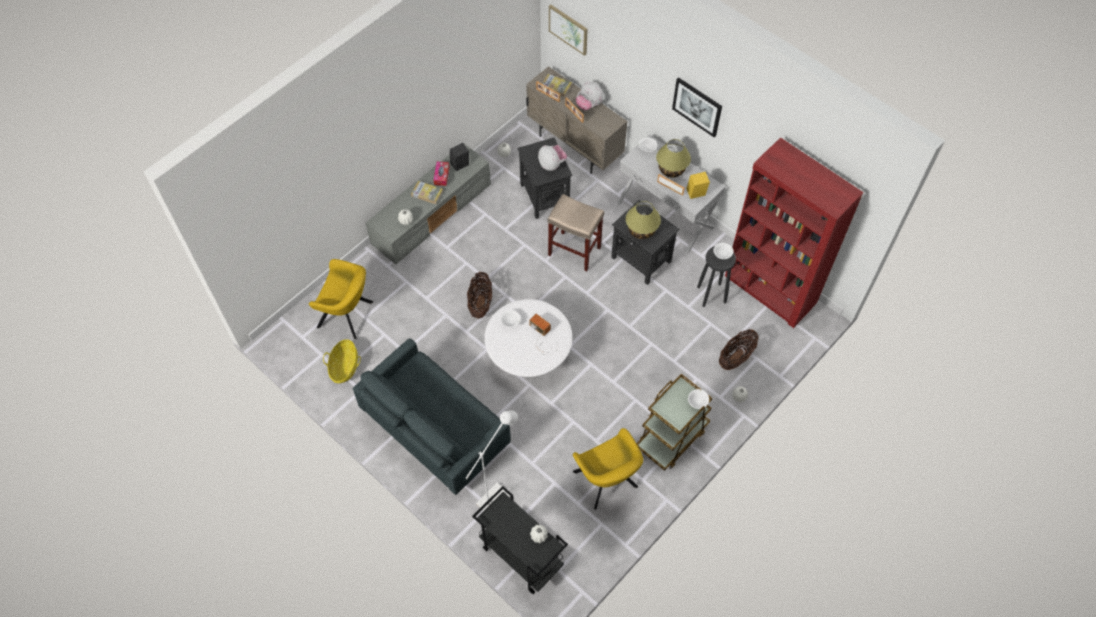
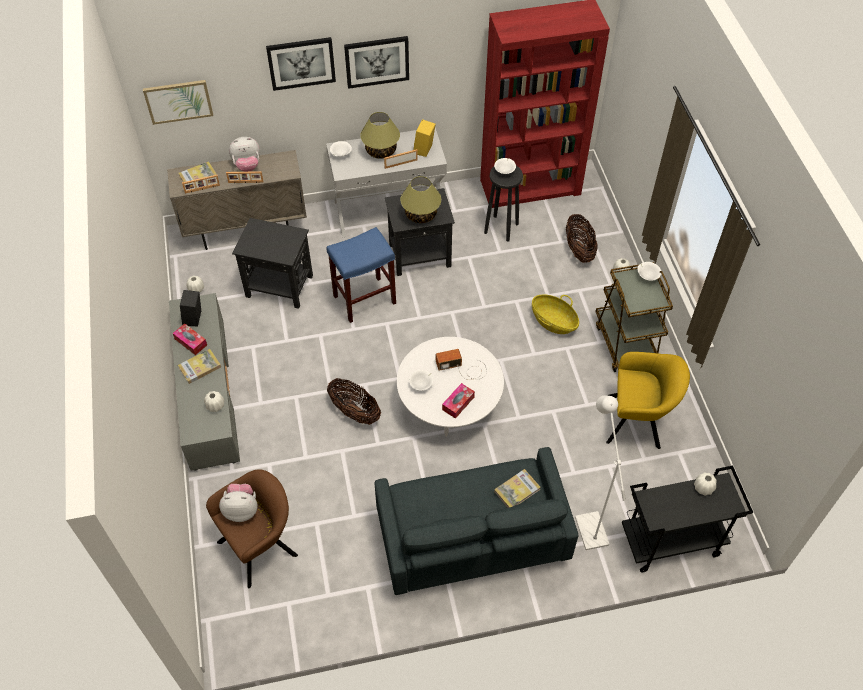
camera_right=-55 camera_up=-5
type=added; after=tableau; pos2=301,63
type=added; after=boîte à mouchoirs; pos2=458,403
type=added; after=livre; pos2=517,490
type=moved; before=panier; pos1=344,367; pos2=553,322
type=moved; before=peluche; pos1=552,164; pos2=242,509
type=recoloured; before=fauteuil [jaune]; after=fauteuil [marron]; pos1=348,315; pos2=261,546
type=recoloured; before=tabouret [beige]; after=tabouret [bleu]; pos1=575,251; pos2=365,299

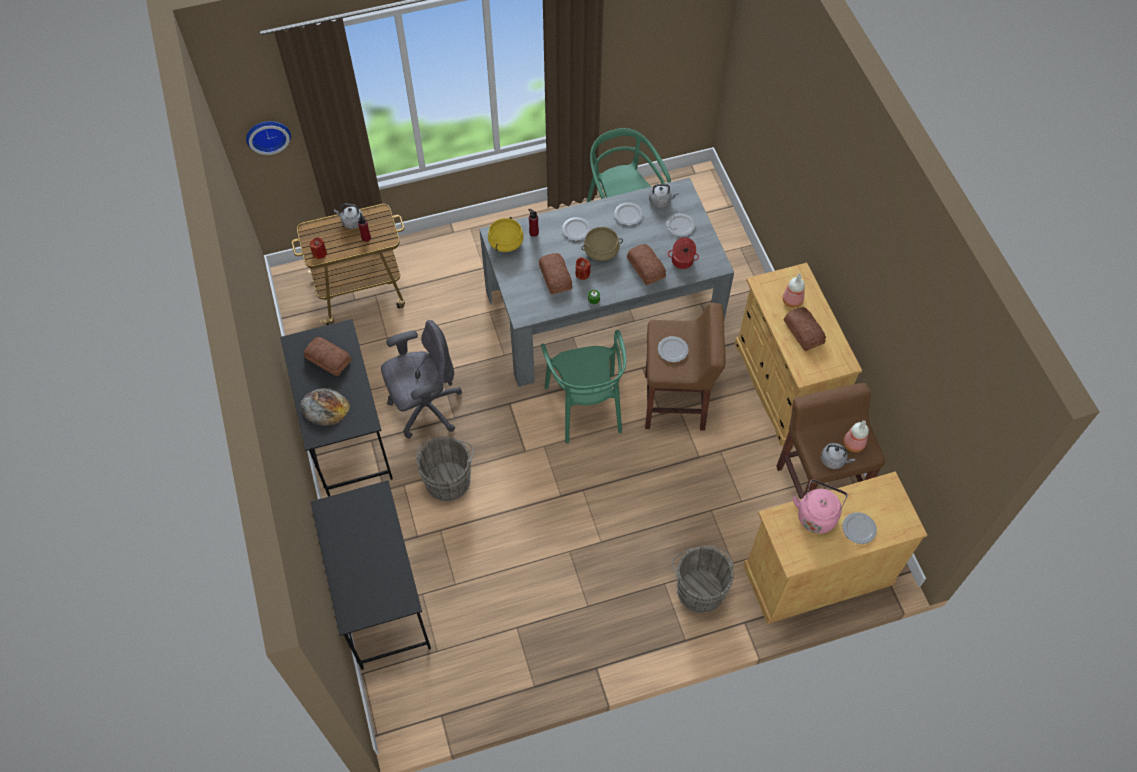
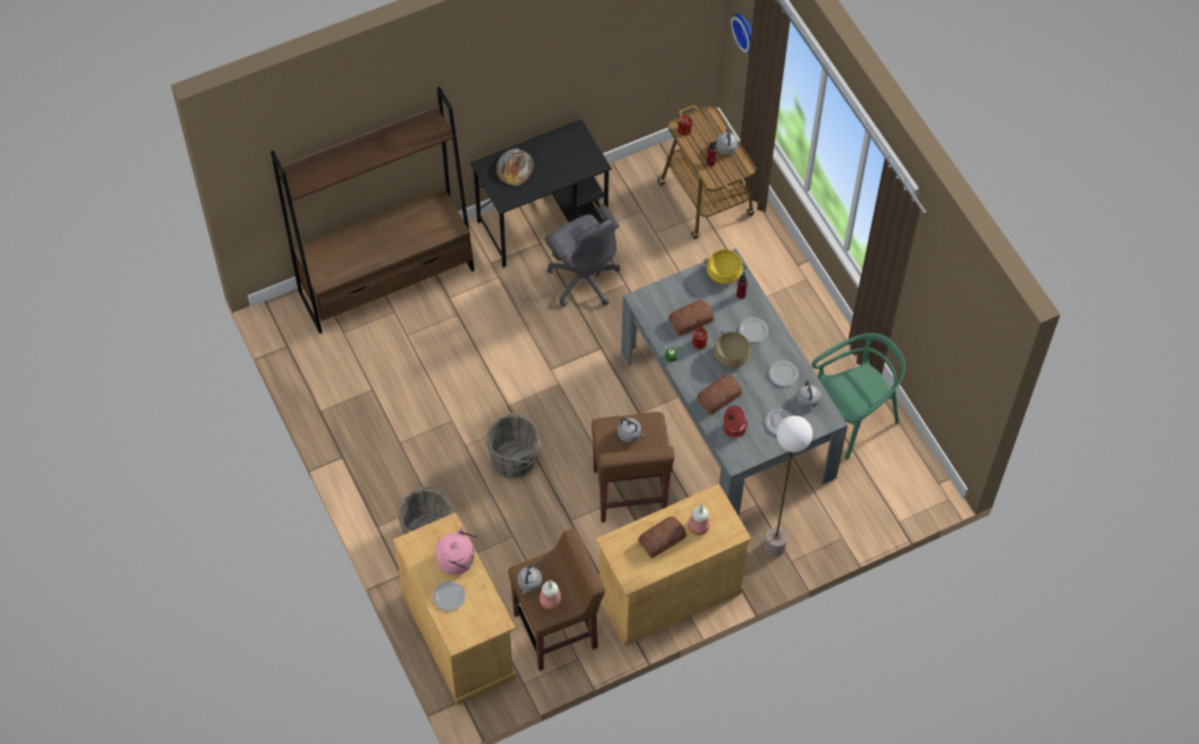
camera_right=80 camera_up=0
type=removed; before=pain; pos1=328,360
type=removed; before=chaise [vert]; pos1=586,407
type=added; after=lampadaire; pos2=774,546
type=moved; before=seau [gris]; pos1=448,479; pos2=516,460
type=replaced; before=bureau [noir]; after=bibliothèque [marron]; pos1=381,596; pos2=387,281
type=replaced; before=assiette; after=bouilloire [gris]; pos1=672,349; pos2=630,434

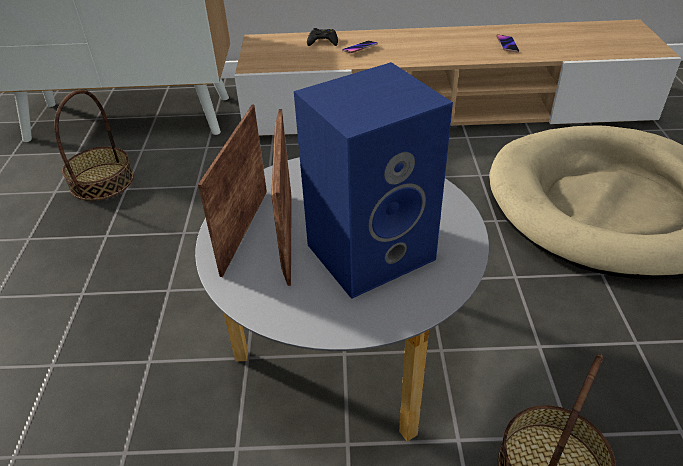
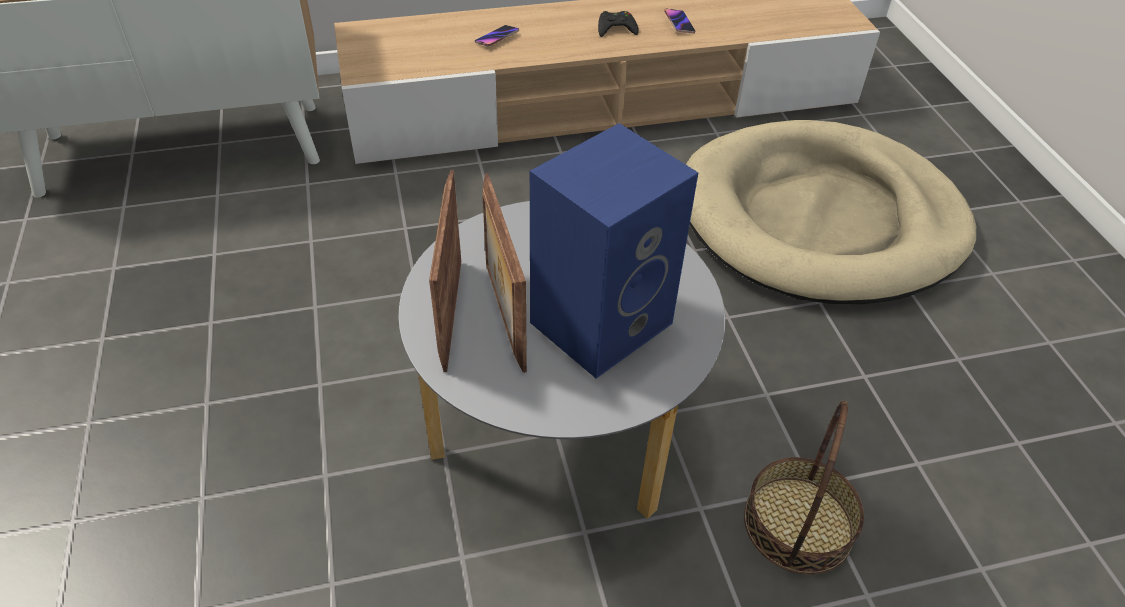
camera_right=-15 camera_up=5
type=removed; before=panier; pos1=101,181
type=moved; before=manette [noir]; pos1=323,41; pos2=616,29

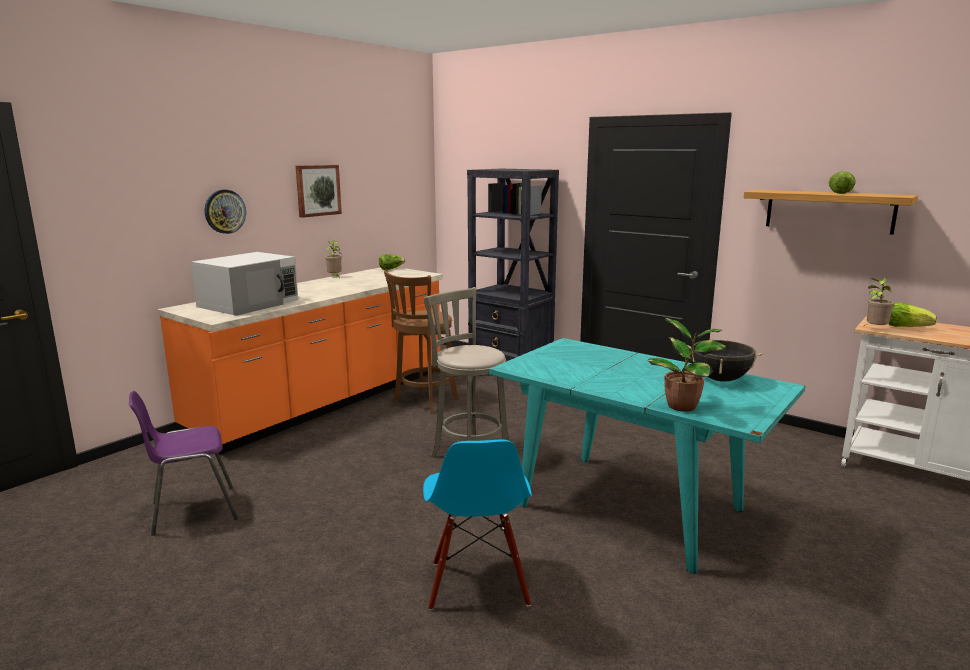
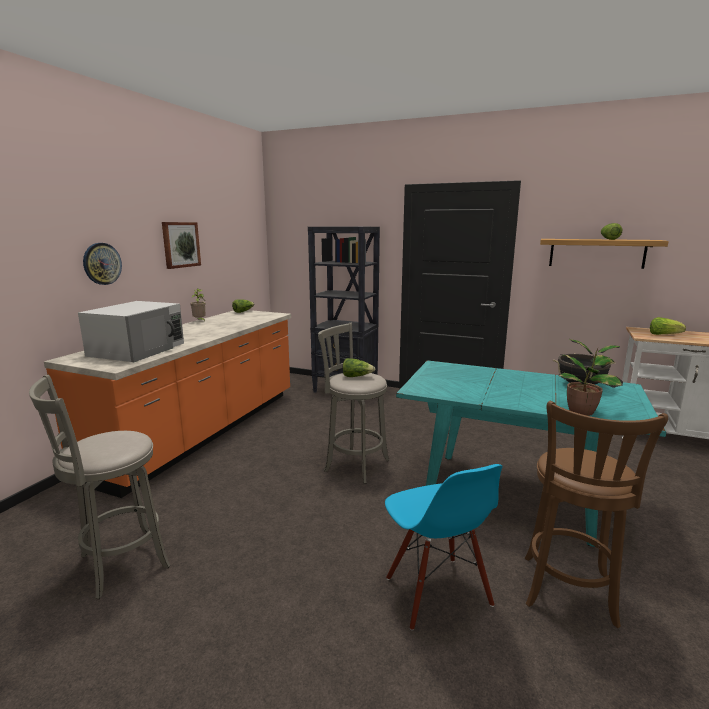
camera_right=-15 camera_up=0
type=removed; before=plante en pot; pos1=875,330
type=added; after=laitue; pos2=356,376
type=moved; before=tabouret [marron]; pos1=423,402; pos2=568,594
type=replaced; before=chaise [violet]; after=tabouret [gris]; pos1=191,511; pos2=119,563

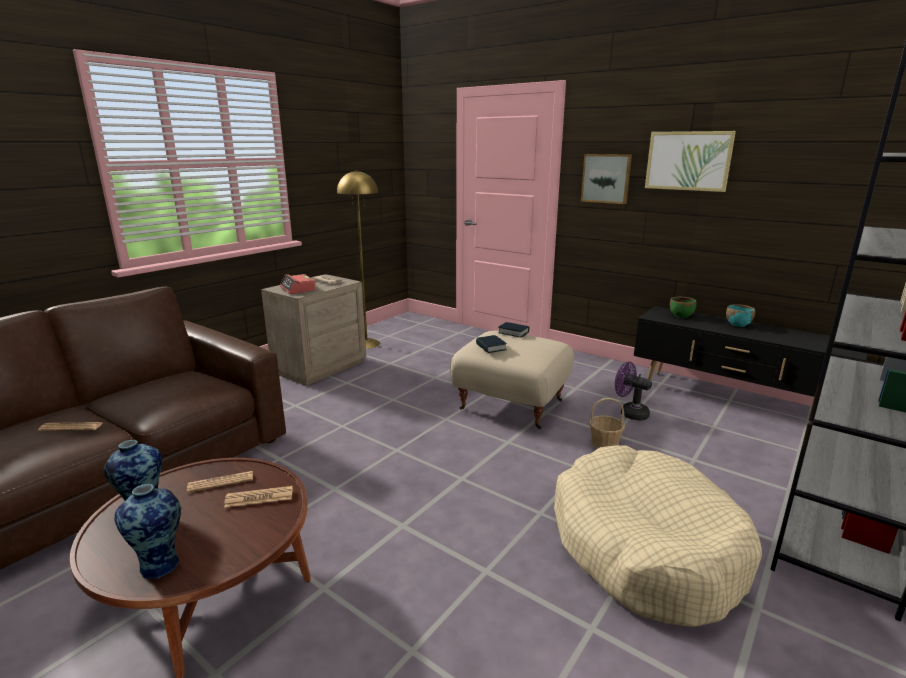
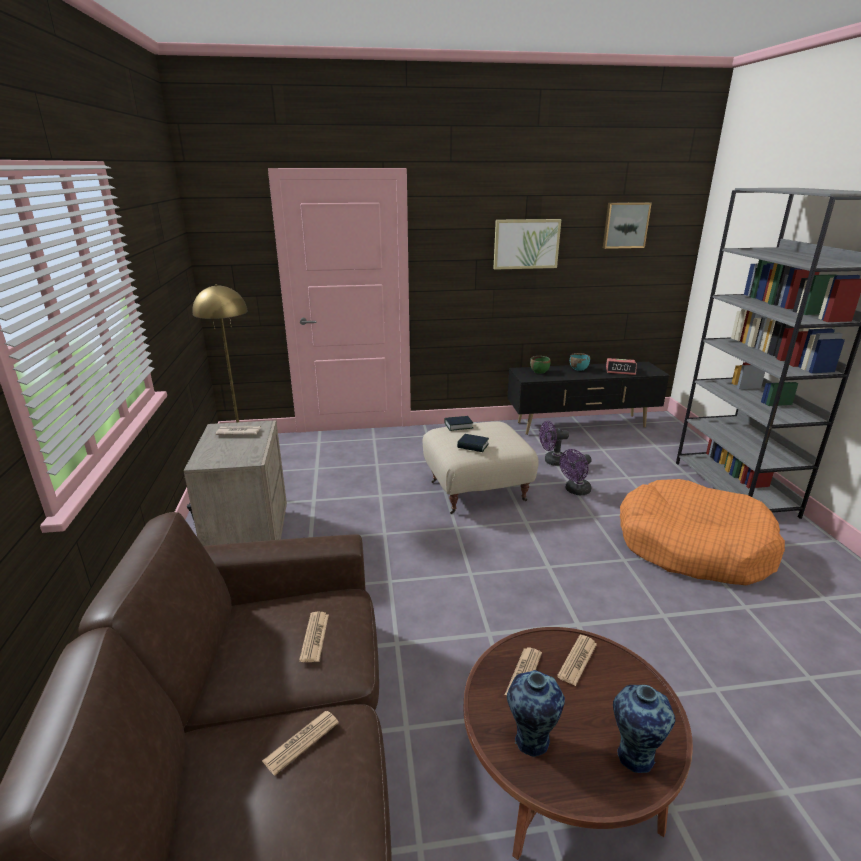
camera_right=-45 camera_up=5
type=added; after=journal; pos2=314,637
type=moved; before=réveil; pos1=298,289; pos2=620,371
type=moved; before=tableau; pos1=606,178; pos2=625,225
type=replaced; before=panier; after=ventilateur [violet]; pos1=605,443; pos2=575,491
type=recoloured; before=panier pour chien [beige]; after=panier pour chien [orange]; pos1=644,547; pos2=692,546

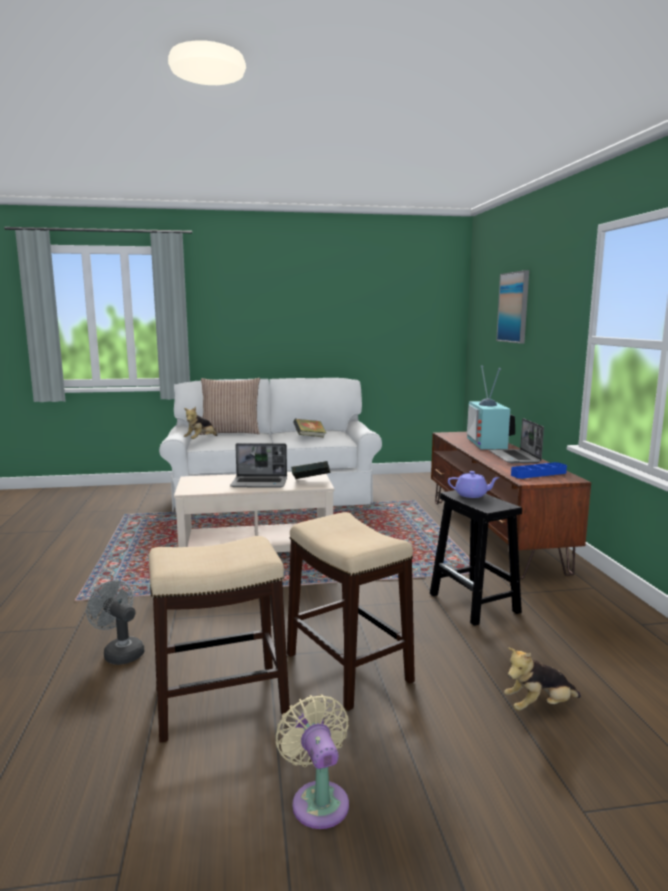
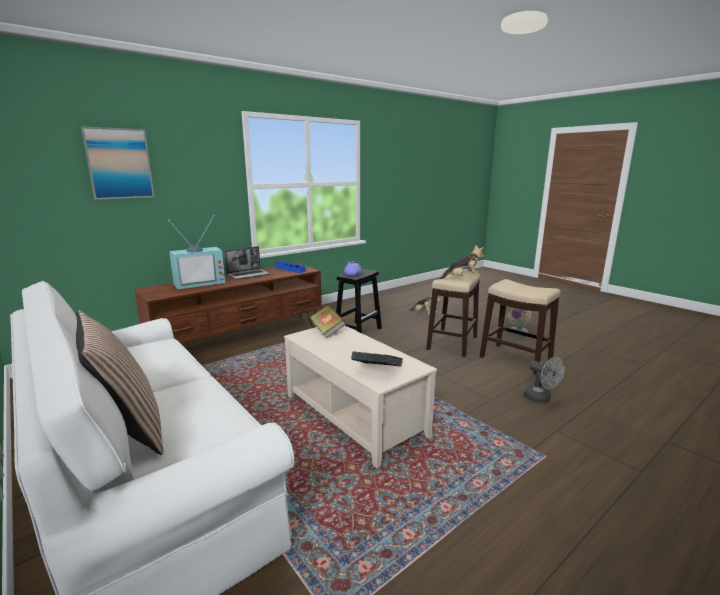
camera_right=-120 camera_up=5
type=removed; before=ordinateur portable; pos1=260,483
type=moved; before=peluche; pos1=201,440; pos2=462,279
type=moved; before=livre; pos1=310,437; pos2=377,371
type=turned; before=ventilateur [gris]; pos1=120,652; pos2=541,398; turn=-45

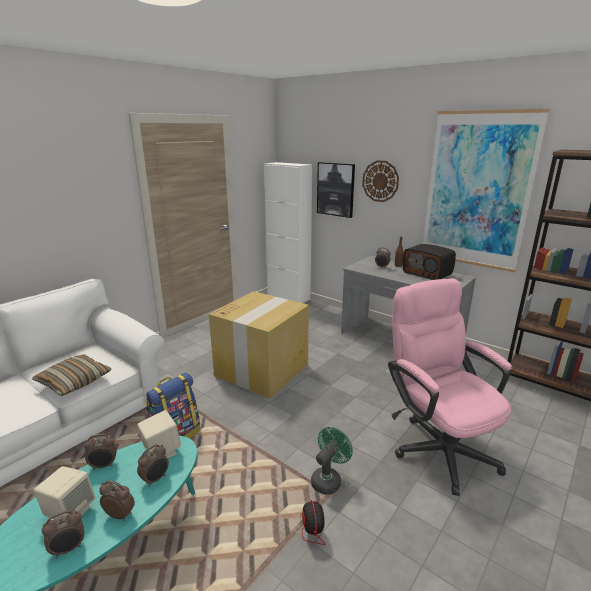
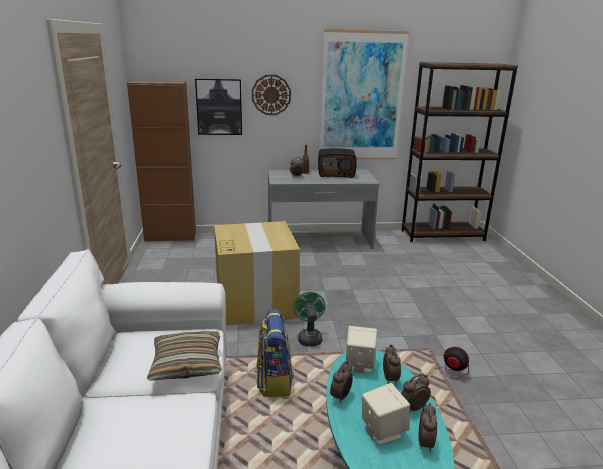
camera_right=-45 camera_up=0
type=removed; before=chaise de bureau [rose]; pos1=438,445
type=moved; before=ventilateur [vert]; pos1=328,479; pos2=309,337
type=recoloured; before=meuble de rangement [blanc]; after=meuble de rangement [marron]; pos1=288,297; pos2=170,237

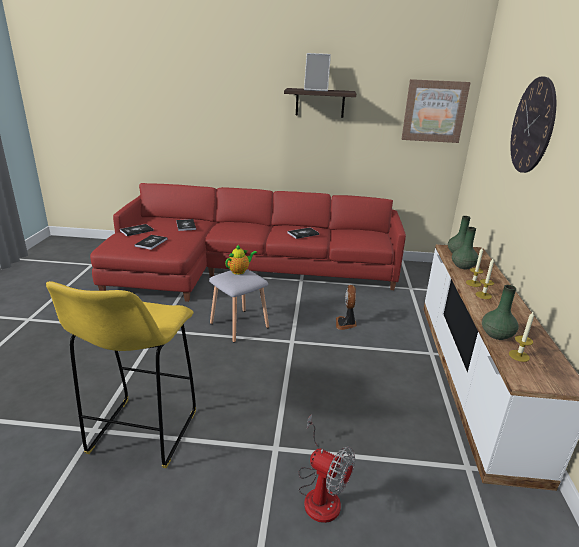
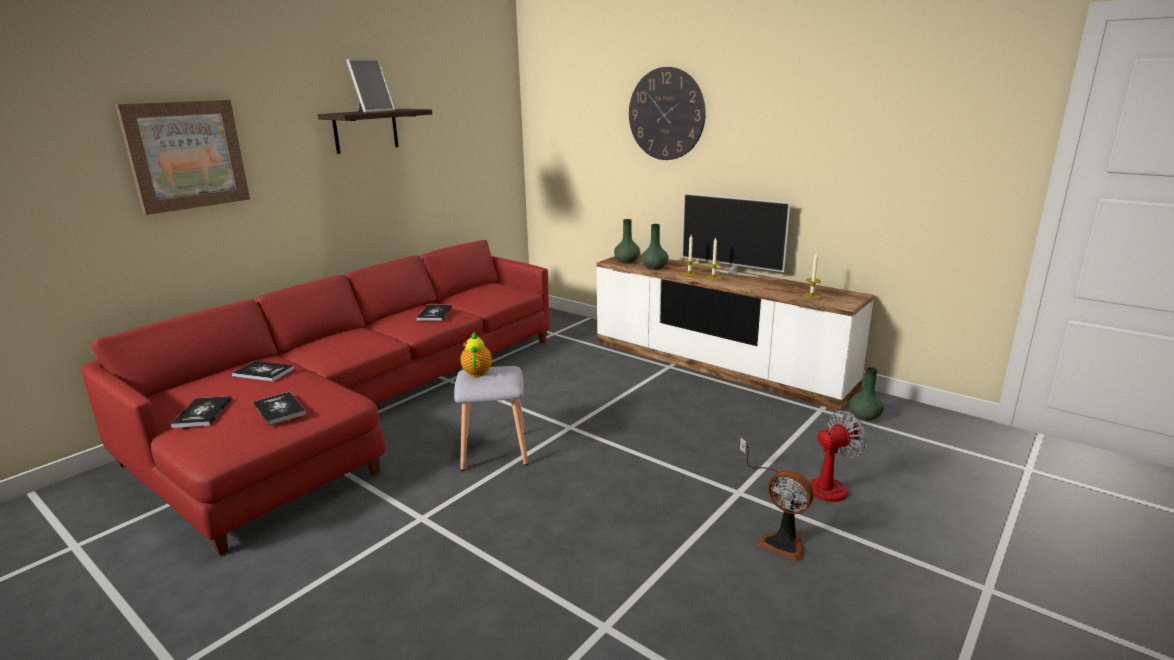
camera_right=-55 camera_up=-5
type=removed; before=tabouret [jaune]; pos1=142,434
type=added; after=téléviseur; pos2=732,272
type=moved; before=ventilateur; pos1=346,324; pos2=784,543
type=moved; before=tableau; pos1=434,111; pos2=186,155
type=moved; before=vase [vert]; pos1=496,334; pos2=864,416

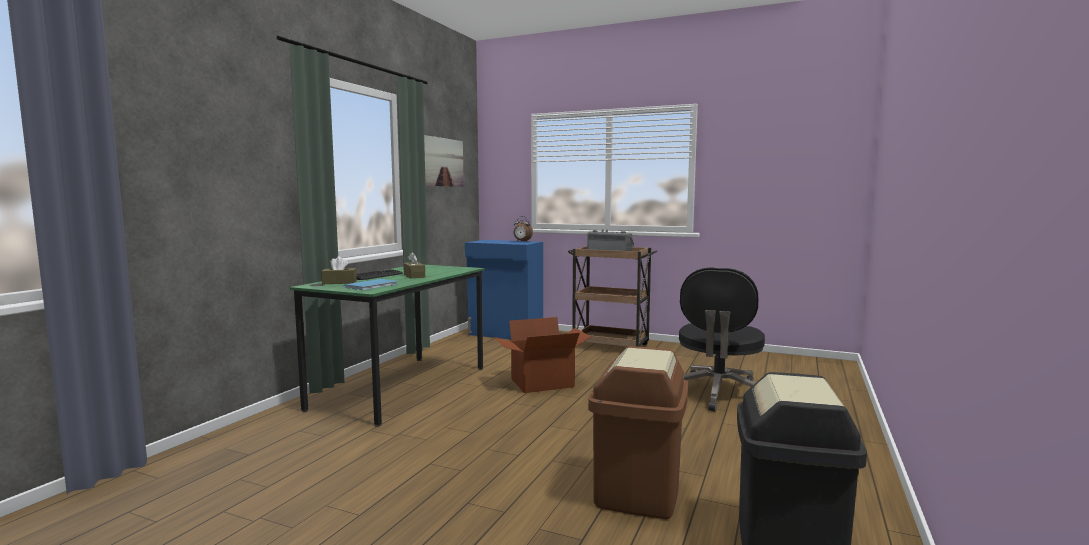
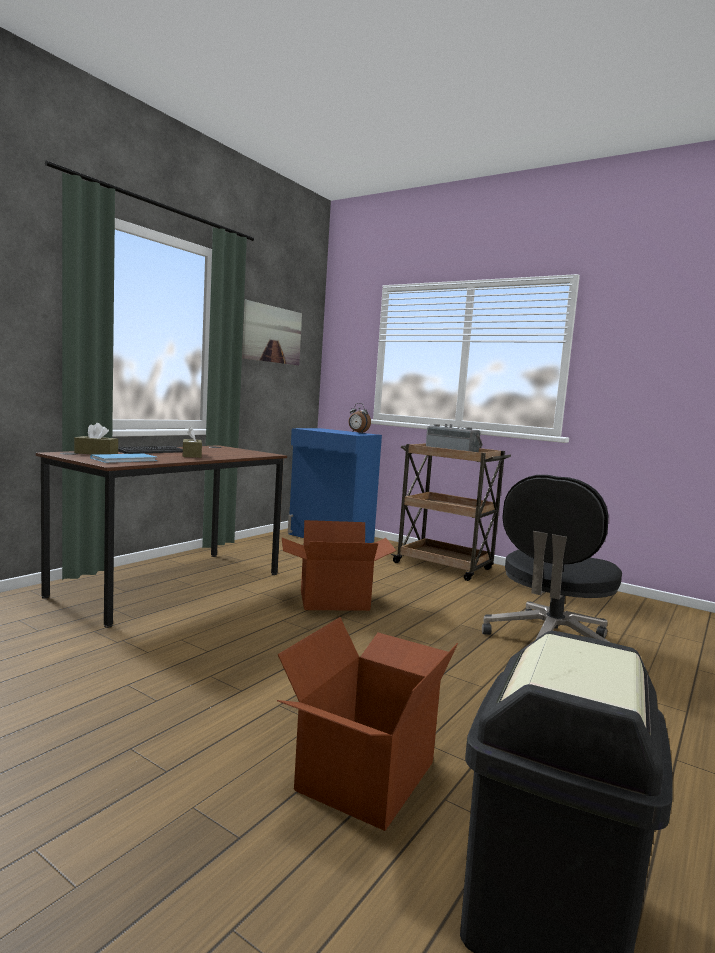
camera_right=10 camera_up=0
type=replaced; before=poubelle [marron]; after=carton; pos1=638,493; pos2=364,774
type=recoloured; before=bureau [vert]; after=bureau [marron]; pos1=402,387; pos2=171,584

